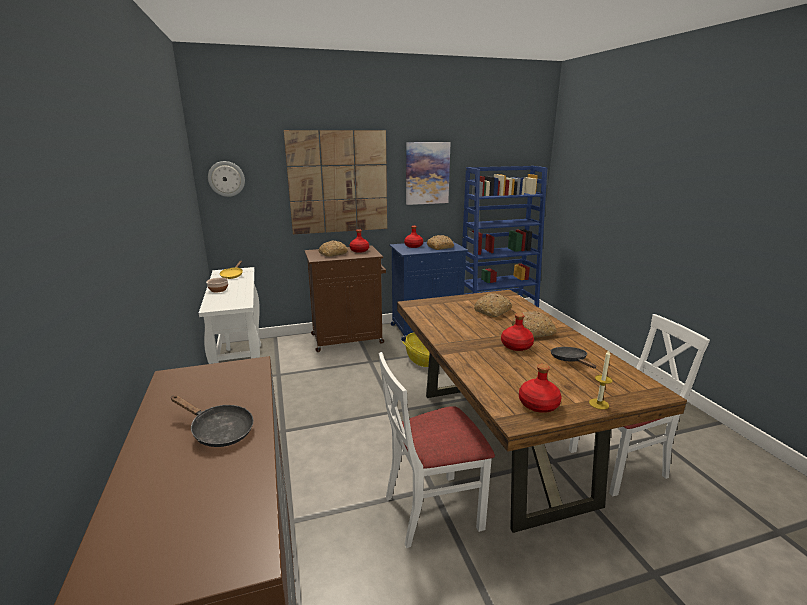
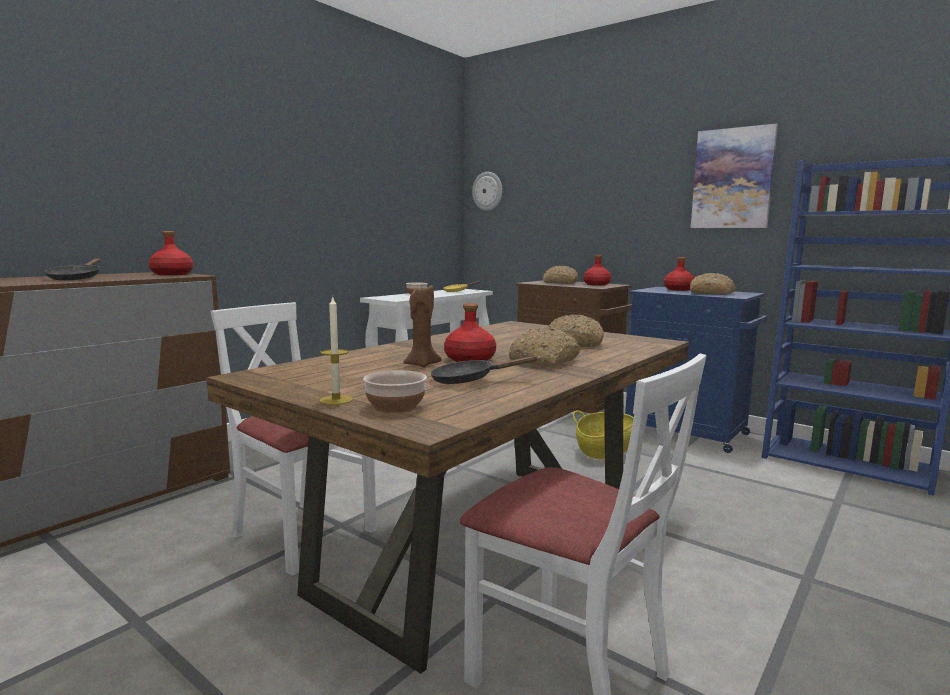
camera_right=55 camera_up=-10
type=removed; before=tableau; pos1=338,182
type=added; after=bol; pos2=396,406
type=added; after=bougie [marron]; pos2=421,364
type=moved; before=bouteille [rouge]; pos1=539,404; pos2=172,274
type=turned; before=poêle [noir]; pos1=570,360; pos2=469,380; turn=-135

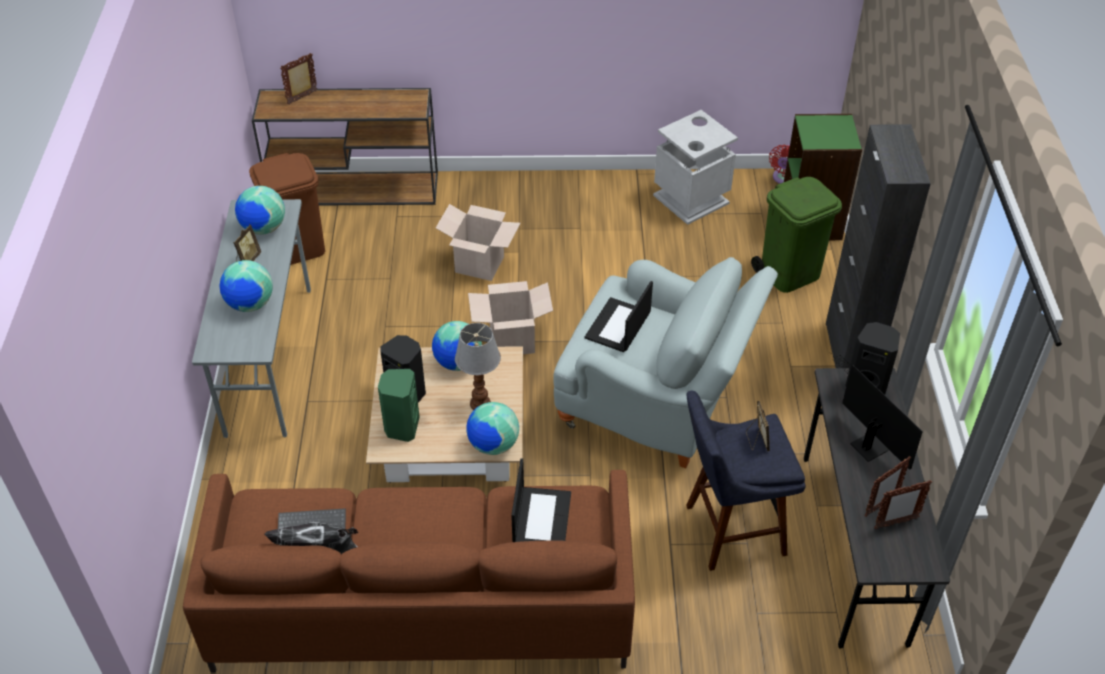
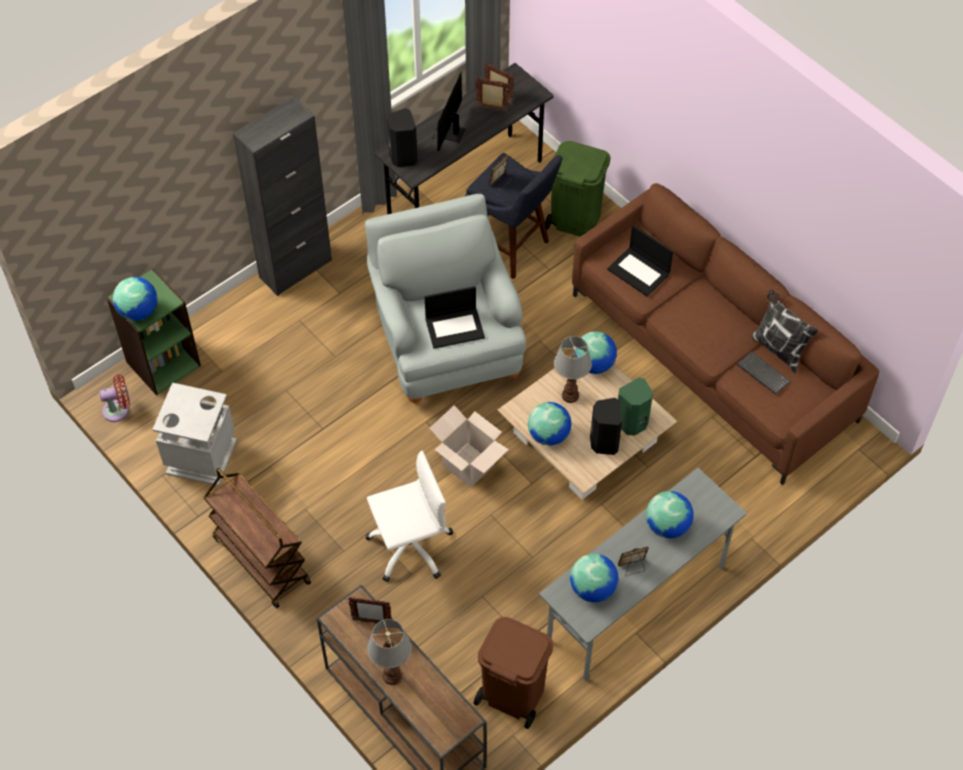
camera_right=-130 camera_up=10
type=added; after=globe; pos2=139,311
type=added; after=chariot [marron]; pos2=260,560
type=added; after=lampe de table; pos2=393,676
type=moved; before=cadre photo; pos1=302,97; pos2=371,622
type=moved; before=poubelle [vert]; pos1=790,273; pos2=574,220
type=replaced; before=carton; after=chaise de bureau [blanc]; pos1=479,264; pos2=410,546
type=turned; before=ordinateur portable; pos1=541,518; pos2=639,272; turn=-105

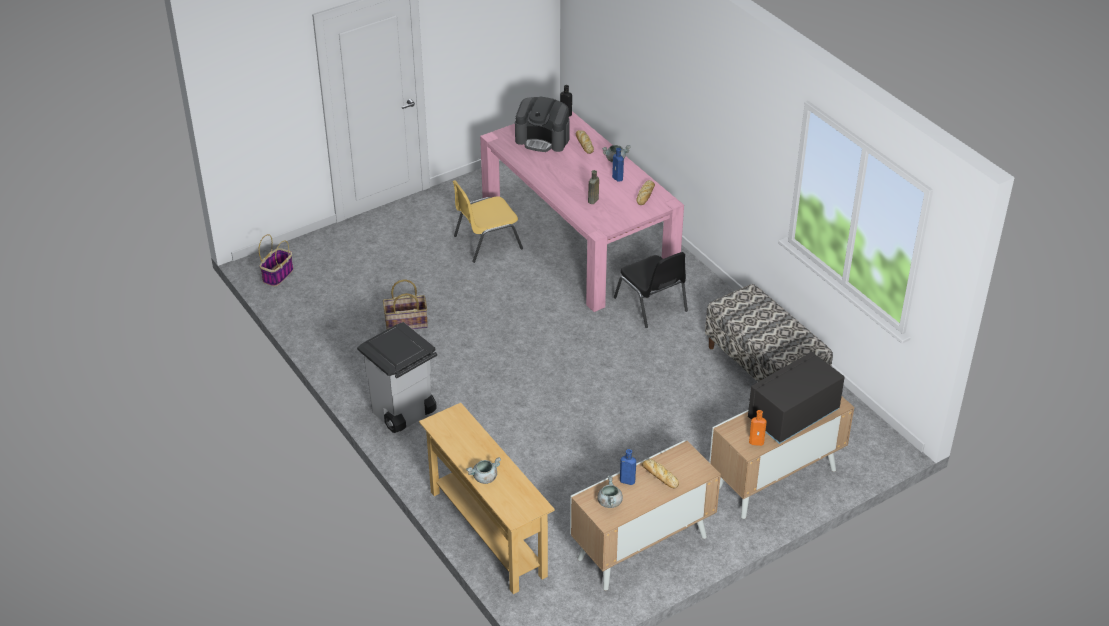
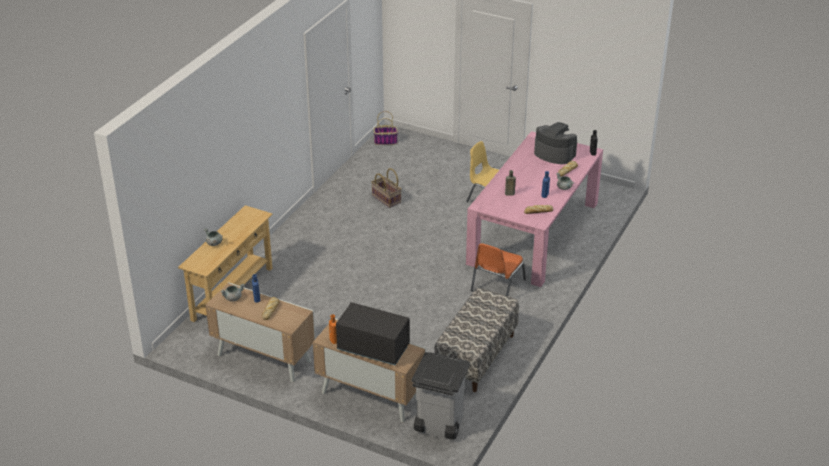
camera_right=60 camera_up=-5
type=moved; before=poubelle [gris]; pos1=402,414; pos2=438,425
type=recoloured; before=chaise [noir]; after=chaise [orange]; pos1=651,305; pos2=497,285
type=turned; before=machine à café; pos1=543,139; pos2=554,154; turn=135

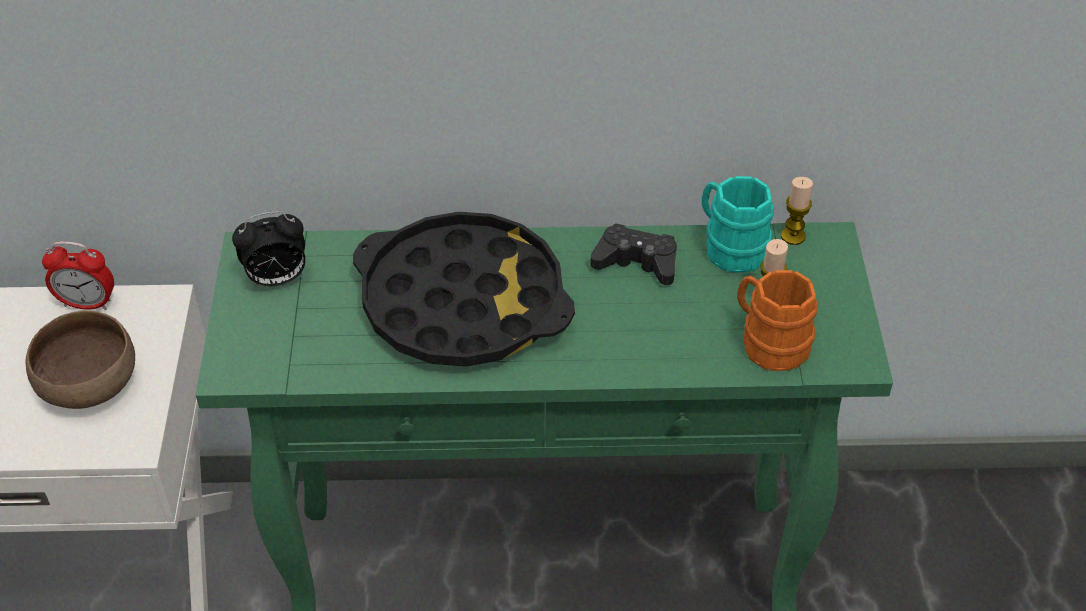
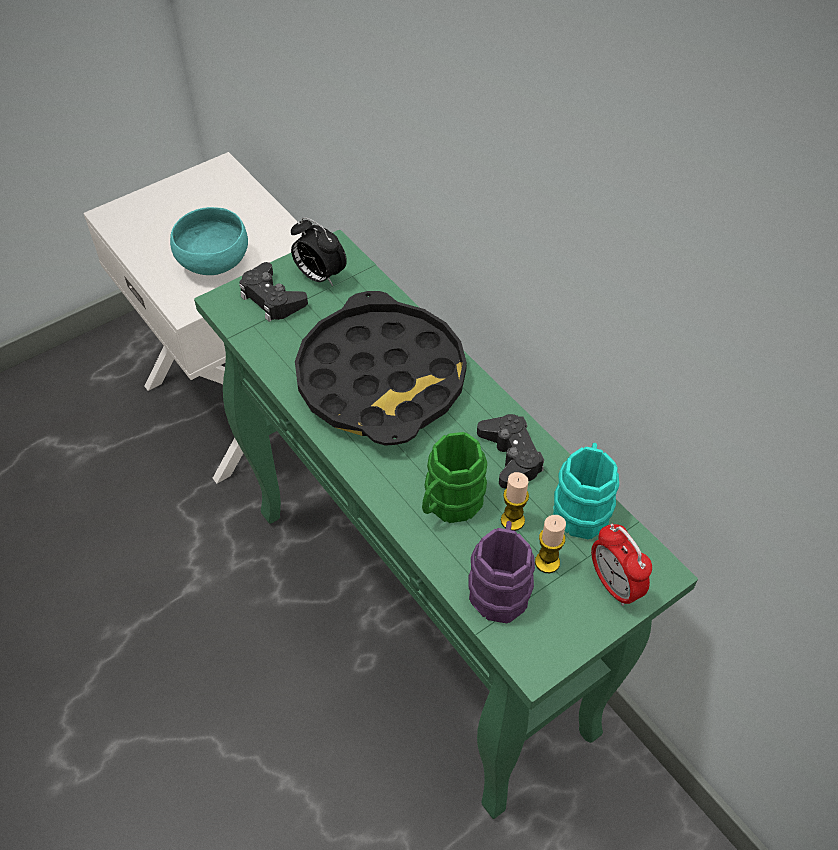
camera_right=55 camera_up=5
type=added; after=manette [noir]; pos2=272,298
type=added; after=mug [vert]; pos2=449,504
type=moved; before=réveil; pos1=87,303; pos2=614,585
type=moved; before=bougie; pos1=793,236; pos2=512,520
type=recoloured; before=bol [marron]; after=bol [turquoise]; pos1=91,387; pos2=213,263
type=recoloured; before=mug [orange]; after=mug [violet]; pos1=768,342; pos2=500,586

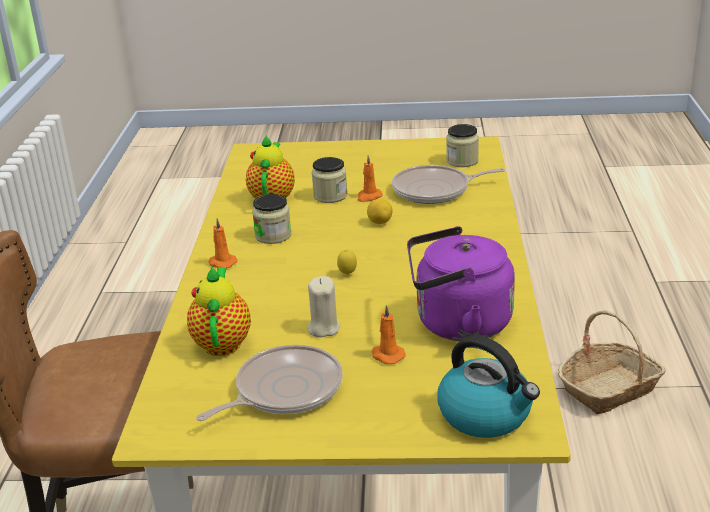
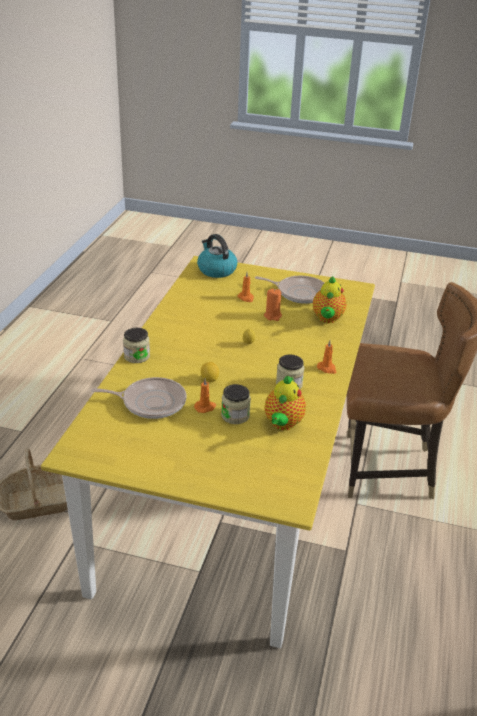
camera_right=-170 camera_up=5
type=removed; before=bouilloire [violet]; pos1=457,324
type=moved; before=bocal; pos1=462,161; pos2=137,356
type=recoloured; before=bougie [beige]; after=bougie [orange]; pos1=323,328; pos2=273,316
type=turned; before=poêle; pos1=284,390; pos2=299,293; turn=-135

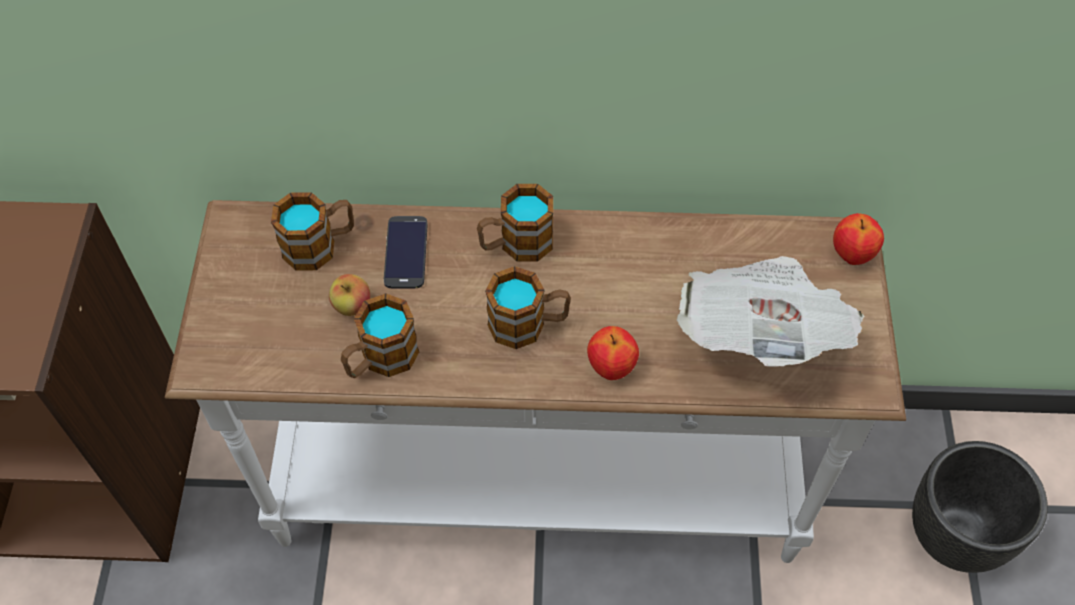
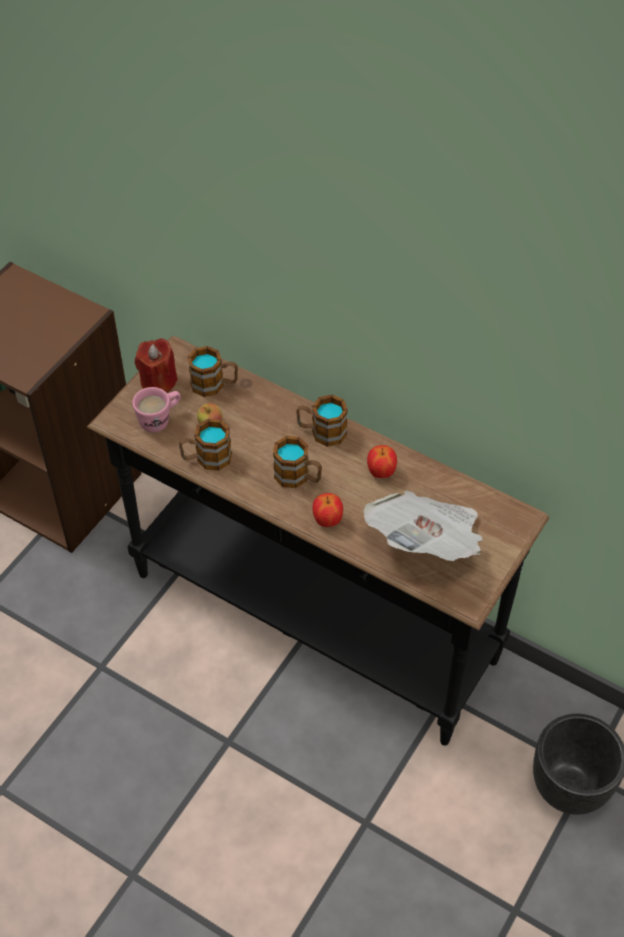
camera_right=30 camera_up=-5
type=removed; before=téléphone; pos1=405,252
type=added; after=mug [rose]; pos2=160,420
type=added; after=bougie [rouge]; pos2=158,381
type=moved; before=pomme; pos1=851,255; pos2=381,472
type=recoloured; before=table console [blanc]; after=table console [noir]; pos1=537,488; pos2=312,620

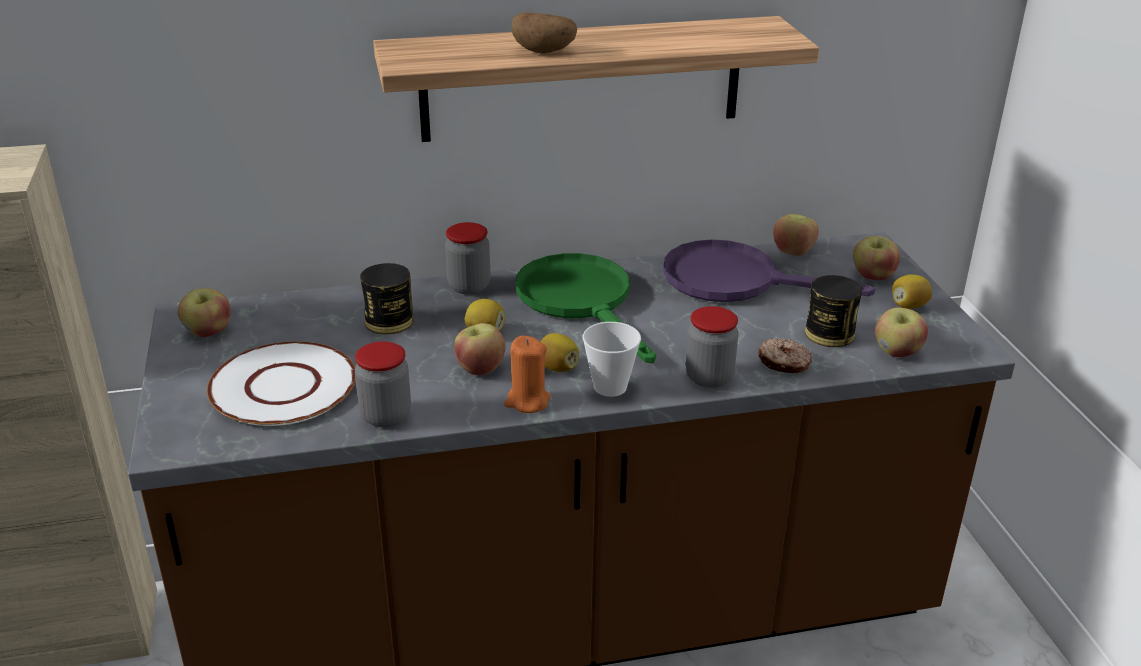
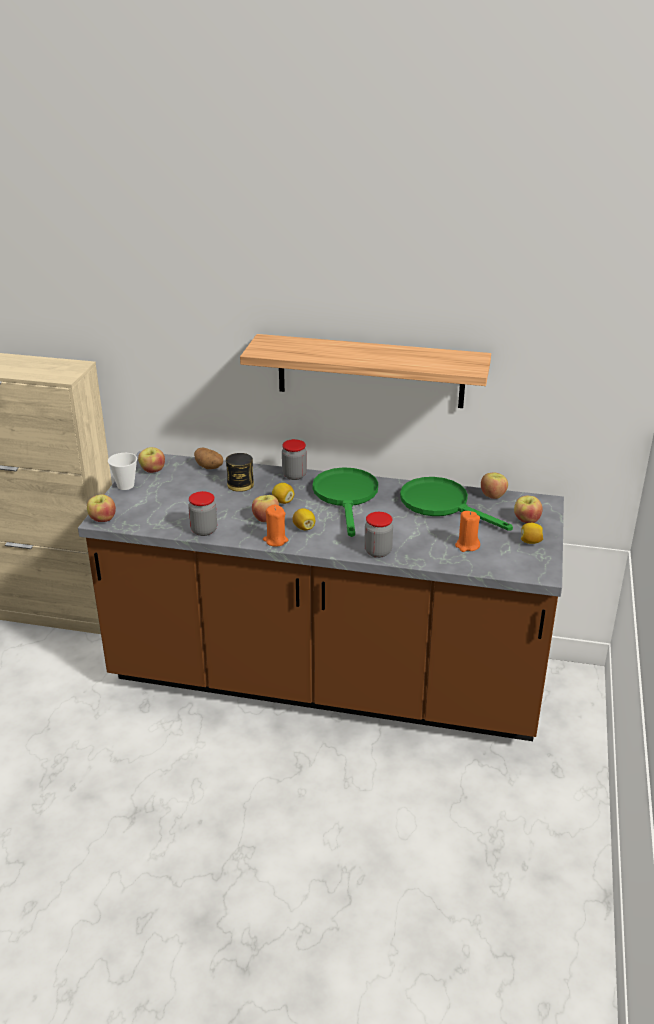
camera_right=25 camera_up=0
type=removed; before=assiette [blanc]; pos1=284,387
type=removed; before=beignet; pos1=783,363
type=moved; before=pomme de terre; pos1=544,51; pos2=209,467
type=moved; before=tasse; pos1=610,387; pos2=125,485
type=moved; before=pomme; pos1=897,352; pos2=102,519
type=replaced; before=boîte métallique; after=bougie [orange]; pos1=829,334; pos2=467,545
type=recoloured; before=poêle [violet]; after=poêle [vert]; pos1=736,280; pos2=442,504

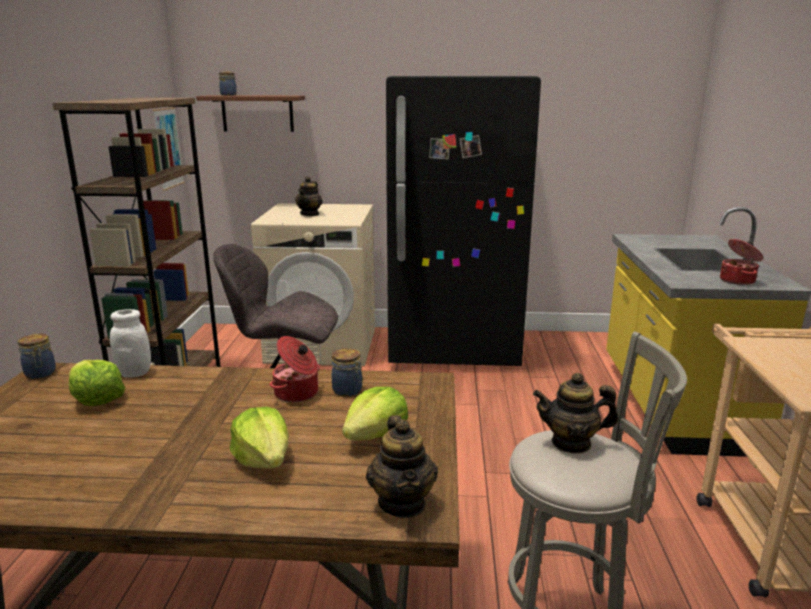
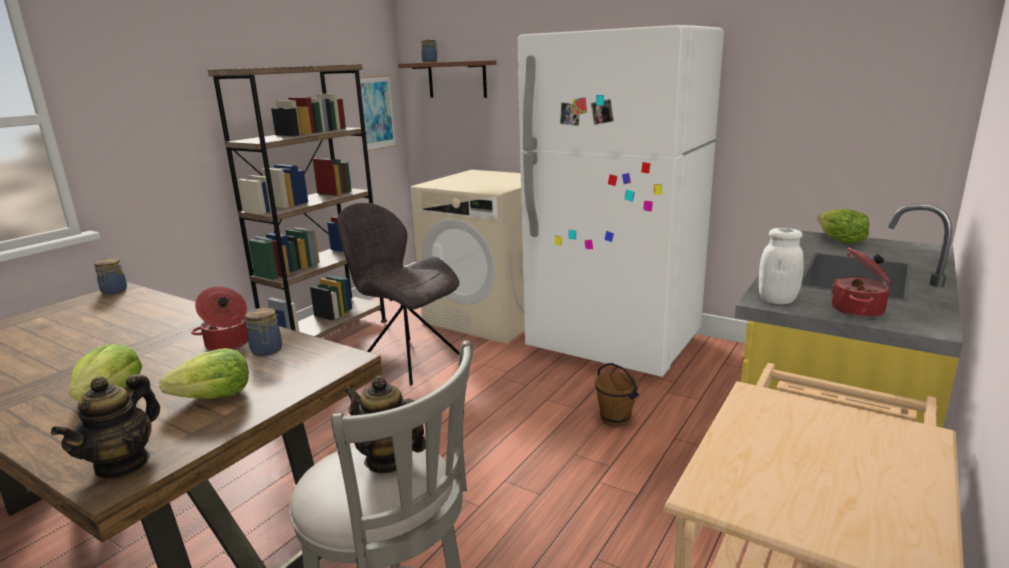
camera_right=30 camera_up=0
type=removed; before=théière; pos1=310,214
type=added; after=seau [marron]; pos2=615,418
type=moved; before=laitue; pos1=96,398; pos2=839,240
type=moved; before=bocal [blanc]; pos1=134,373; pos2=777,300
type=recoloured; before=réfrigérateur [noir]; after=réfrigérateur [blanc]; pos1=454,349; pos2=614,344

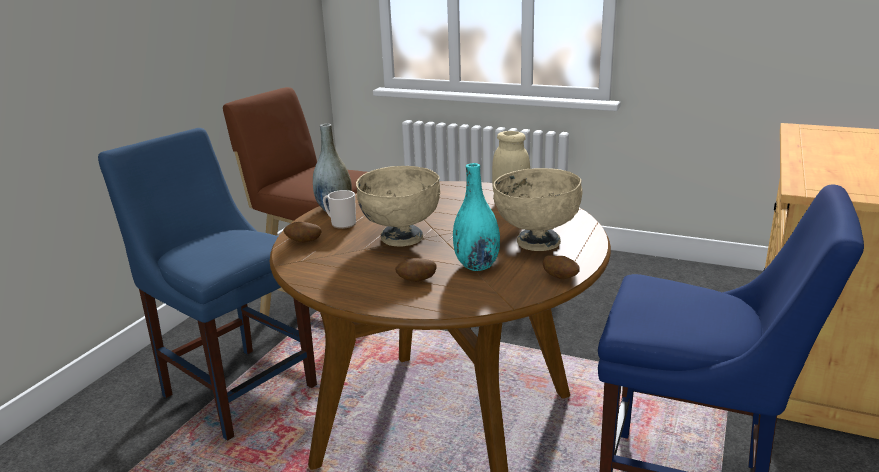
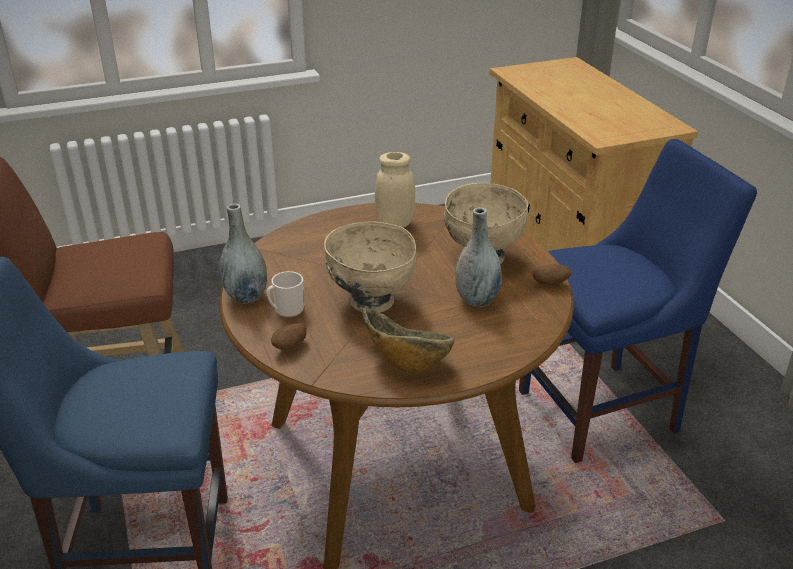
camera_right=-45 camera_up=10
type=removed; before=pomme de terre; pos1=416,281
type=added; after=bol; pos2=406,362
type=recoloured; before=vase [turquoise]; after=vase [gris]; pos1=476,265; pos2=477,300

